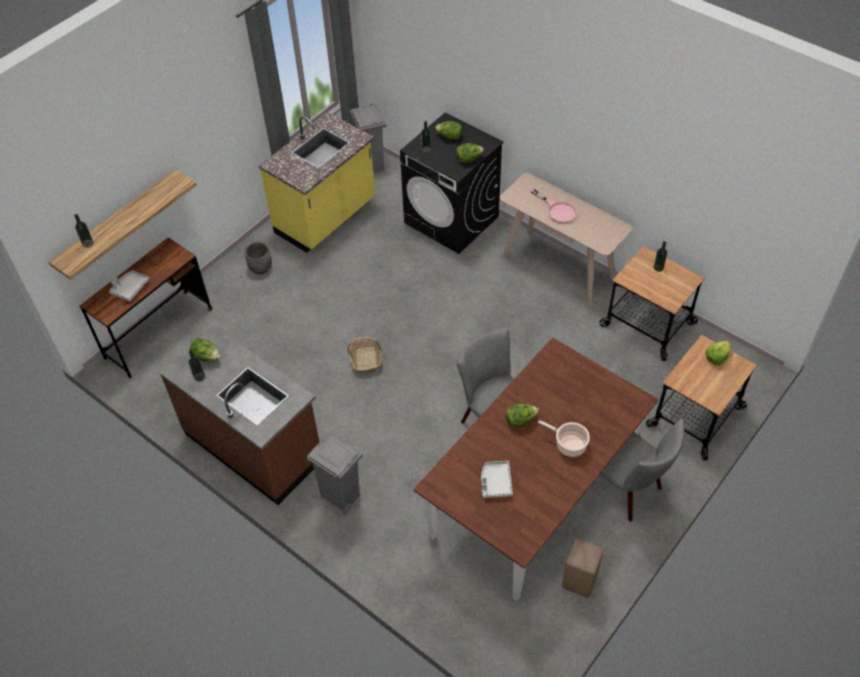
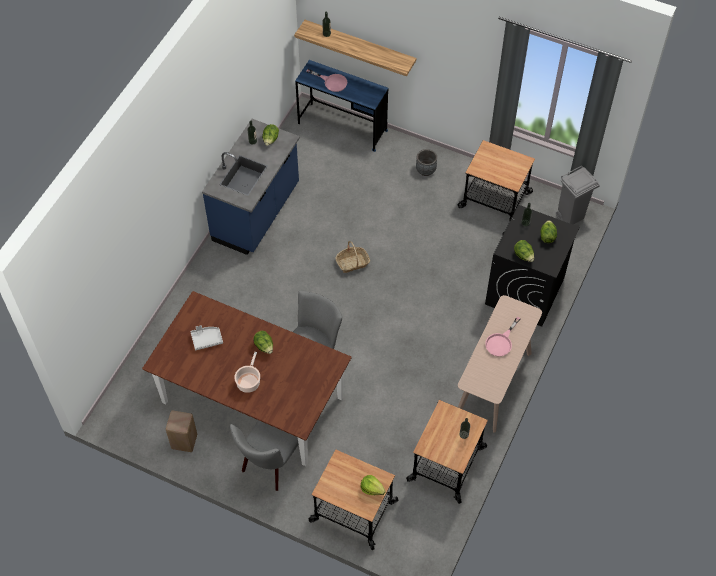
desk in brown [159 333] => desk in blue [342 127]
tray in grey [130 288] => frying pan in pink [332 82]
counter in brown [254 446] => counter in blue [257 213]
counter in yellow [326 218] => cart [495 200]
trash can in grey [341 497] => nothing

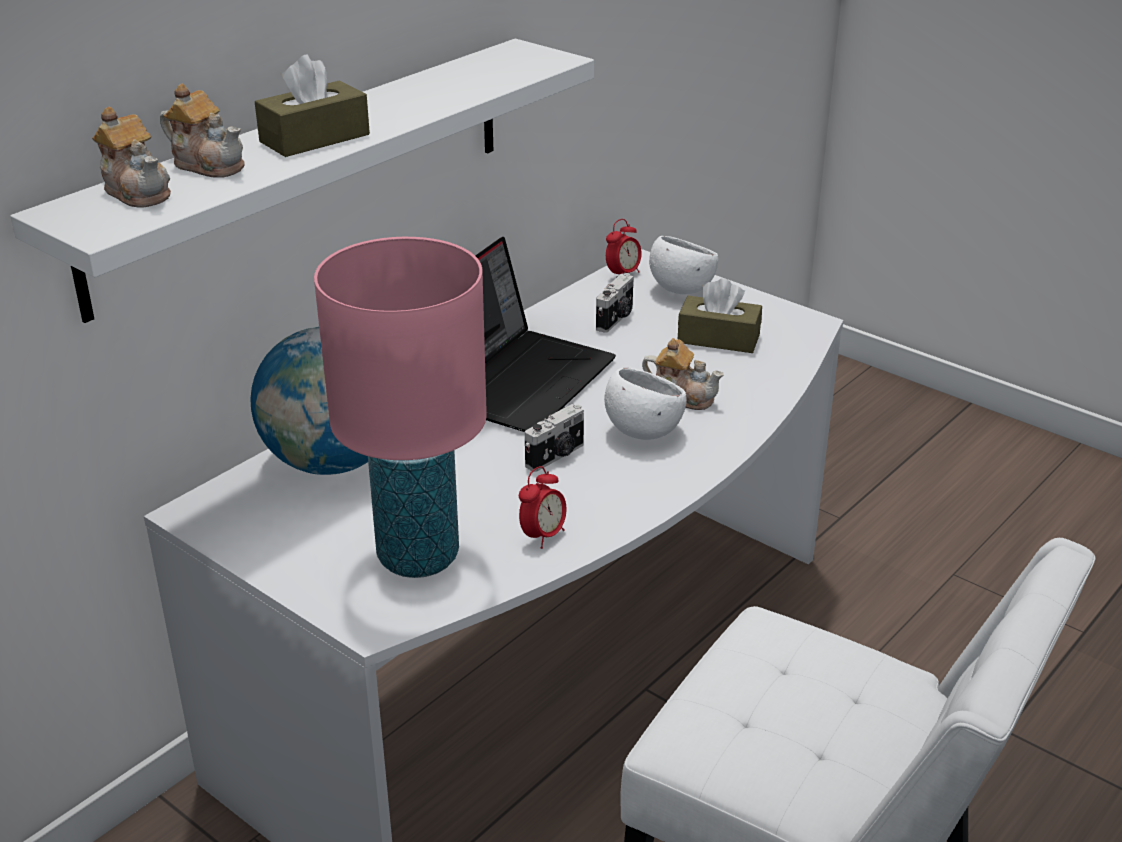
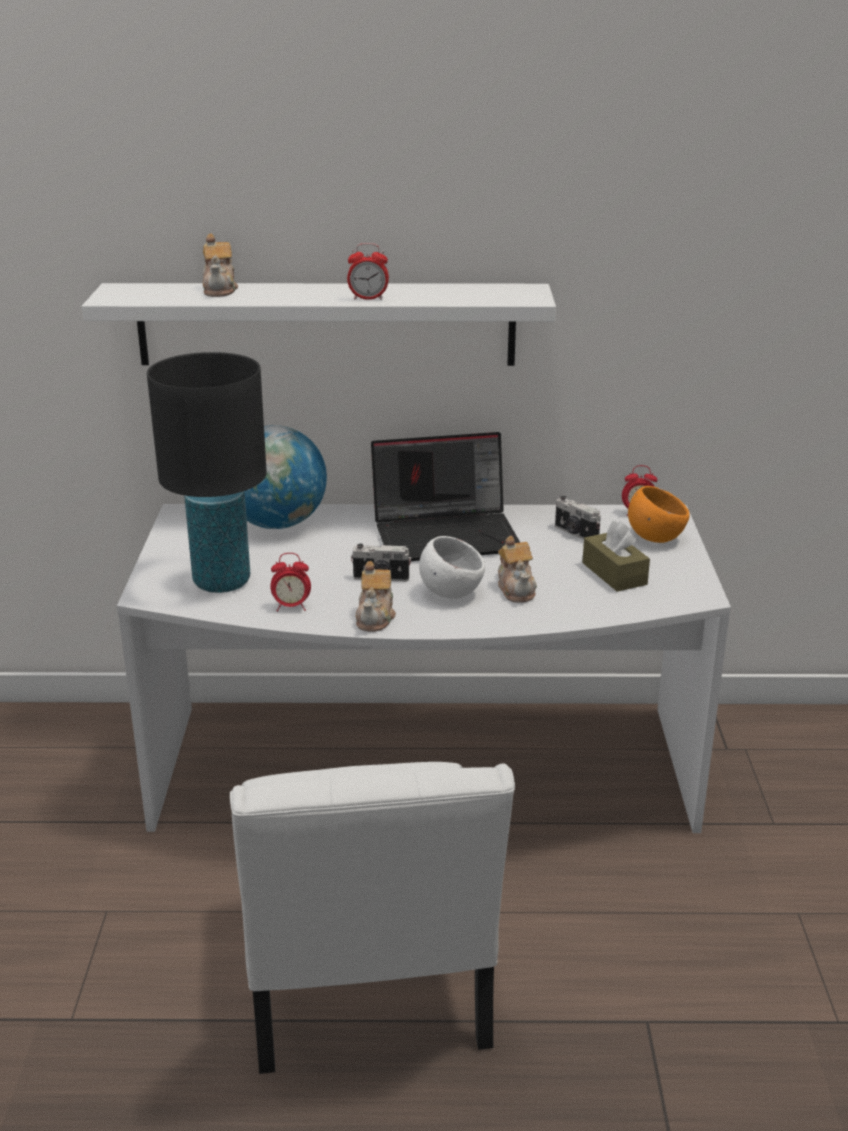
teapot [138 192] => teapot [375 617], moved
tissue box in brown [315 138] => nothing
table lamp in pink [417 557] => table lamp in black [221 582]
photo camera [616 319] => photo camera [575 533], 60 degrees clockwise
bowl in white [681 290] => bowl in orange [655 538]
nothing => alarm clock [368 298]

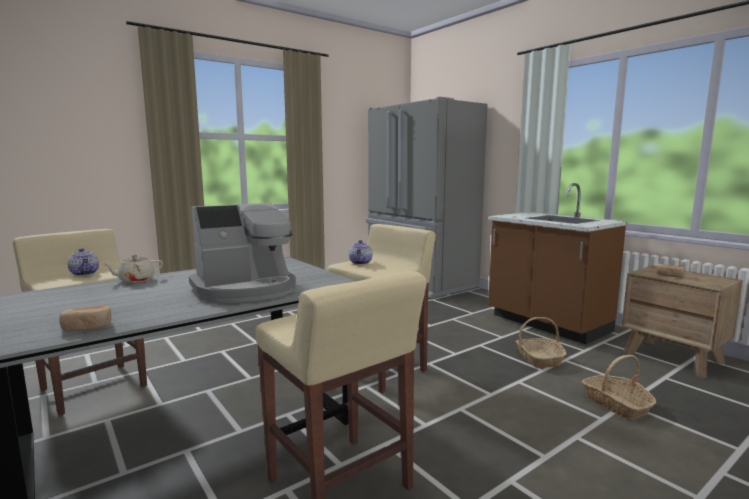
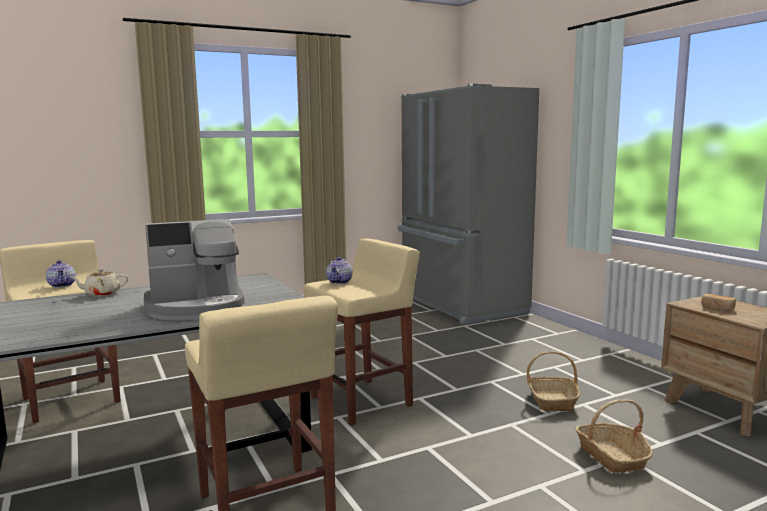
bread [87 327] => nothing
counter in brown [547 324] => nothing

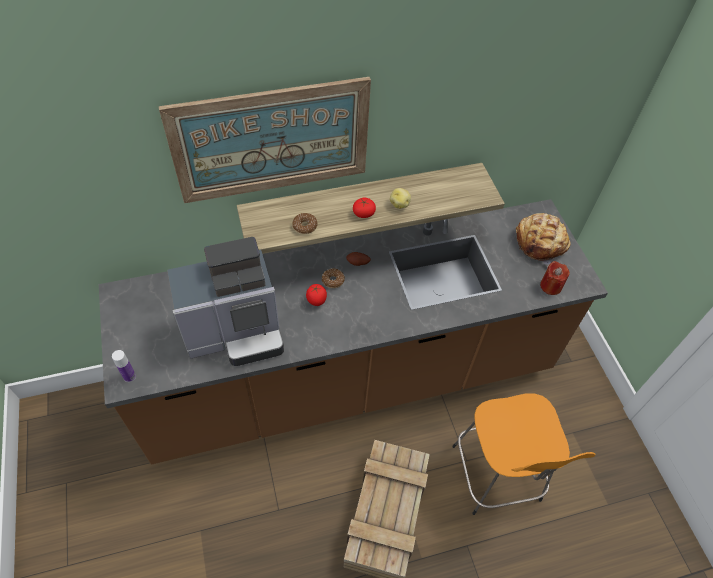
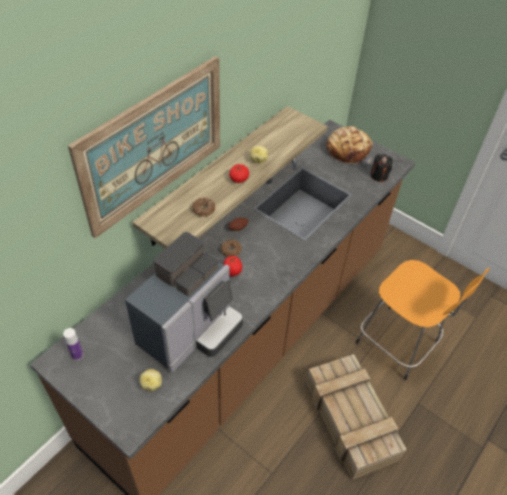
bottle [129 376] => bottle [77 355], moved
candle in red [550 286] => candle in black [379 176]
nothing => potato [151 384]

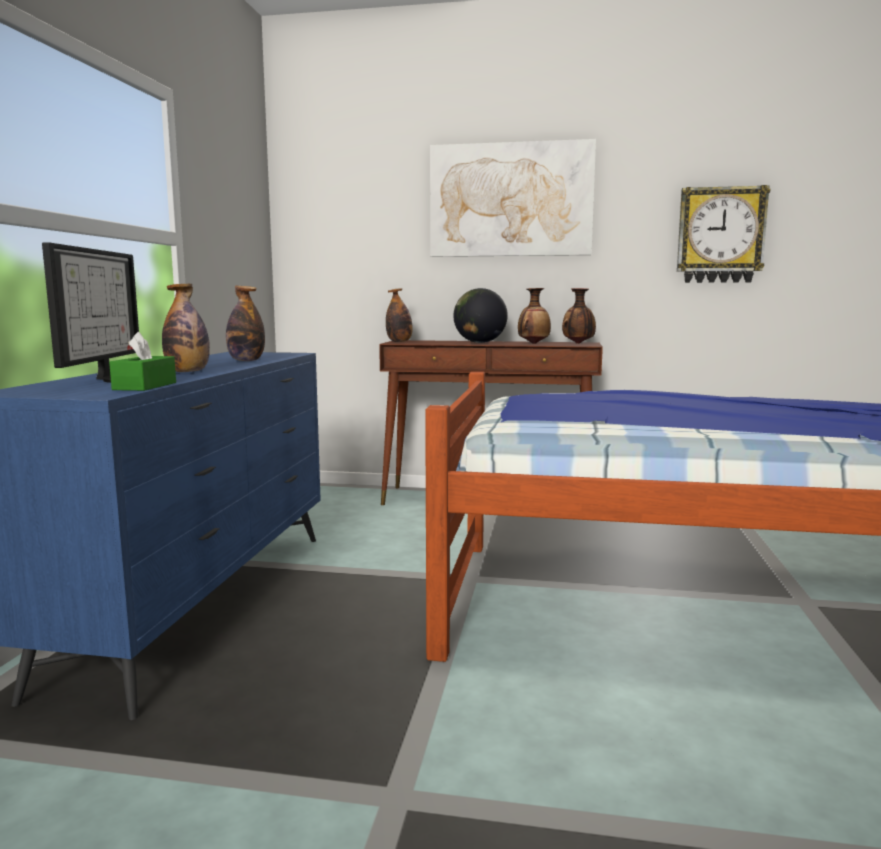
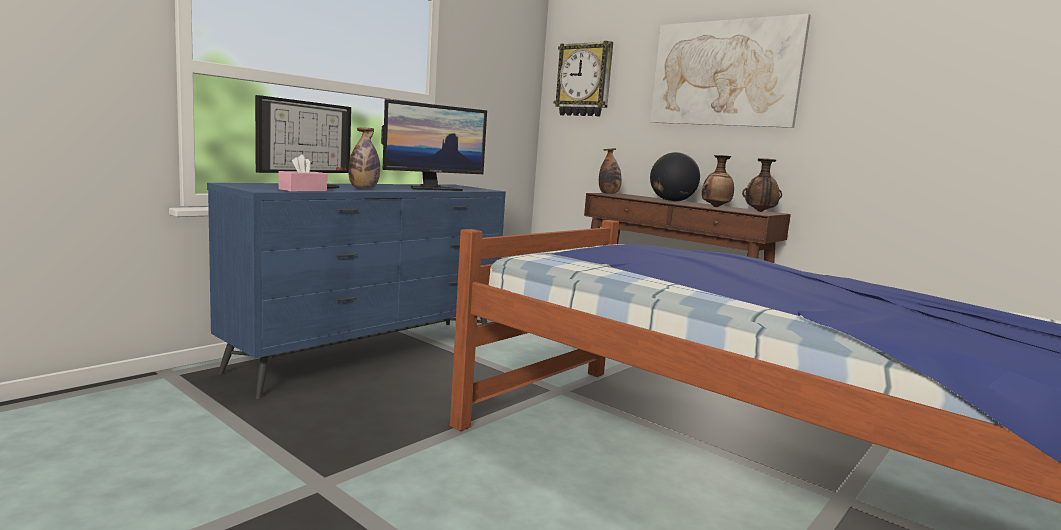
tissue box in green [145 386] => tissue box in pink [303 190]
bottle [246 360] => monitor [432 188]
wall clock [720 235] => wall clock [584 80], moved

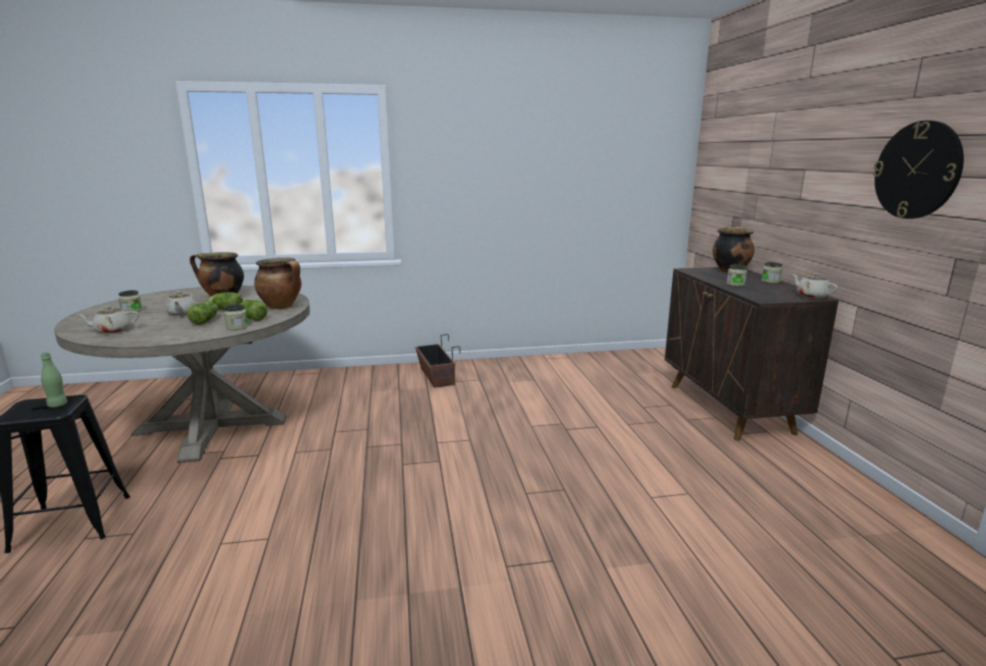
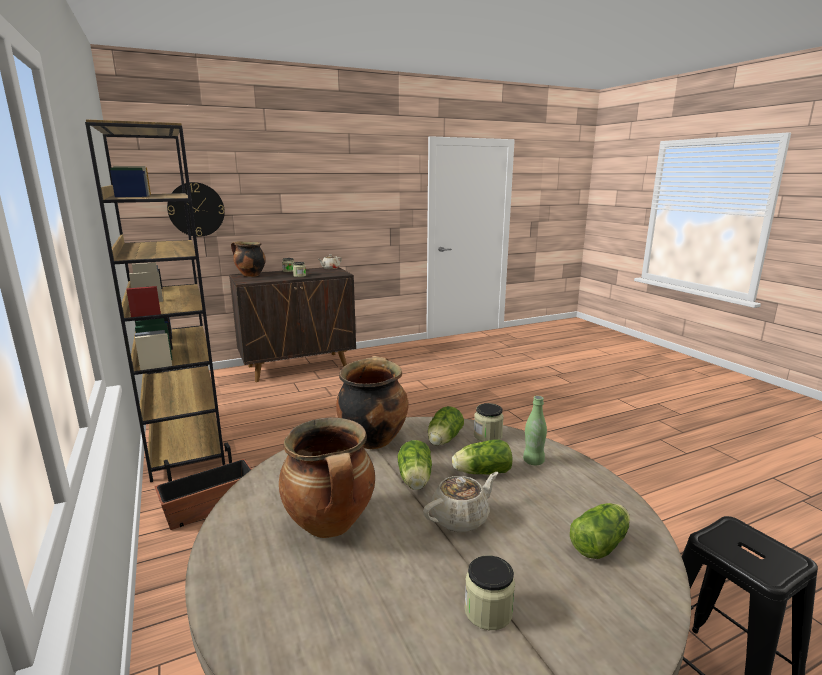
bottle in green [58 405] => bottle in green [533 461], moved
teapot in beige [112 331] => lettuce [601 543]
wall clock [917 170] => wall clock [196 209], moved
nothing => bookcase in brown [185 442]

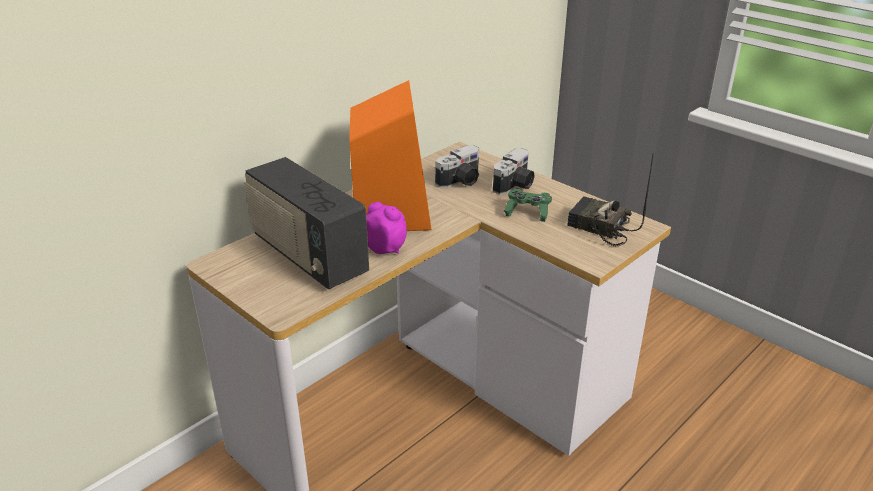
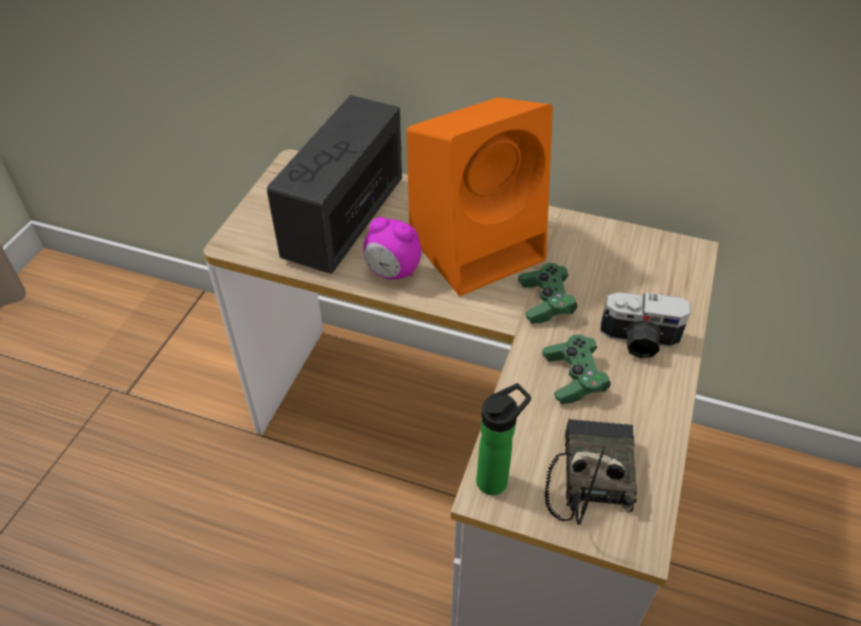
alarm clock [385 249] => alarm clock [392 272], 105 degrees clockwise
photo camera [461 181] => nothing
nothing => bottle [496 479]
nothing => game controller in green [545 302]

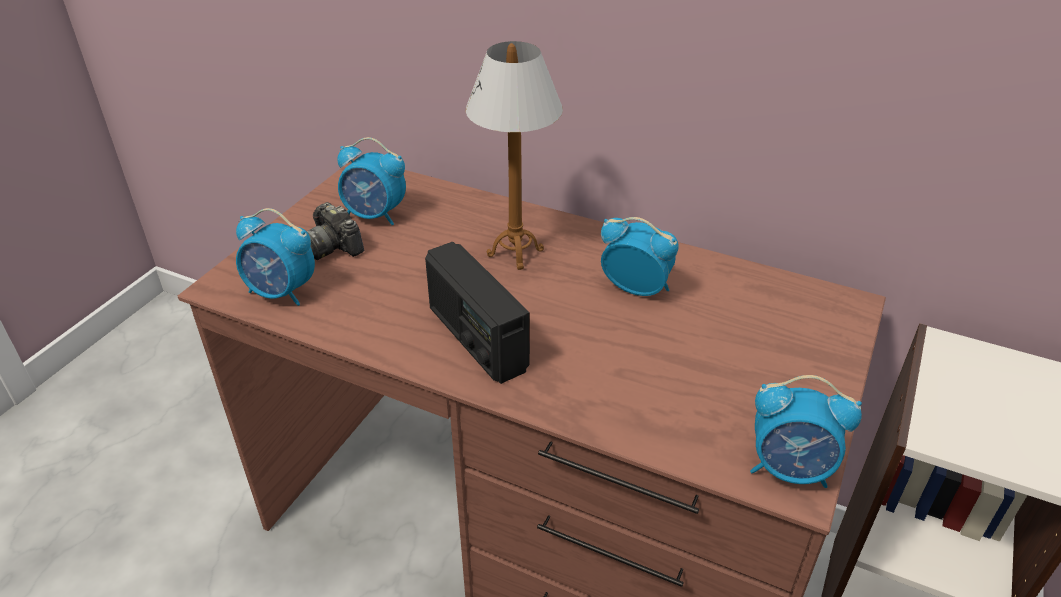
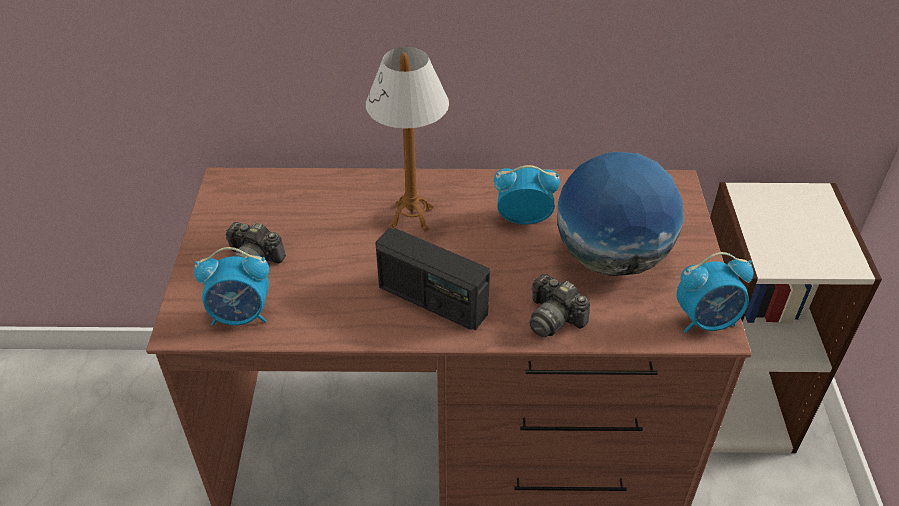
alarm clock [375 215] => nothing
nothing => photo camera [553 318]
nothing => globe [611 258]

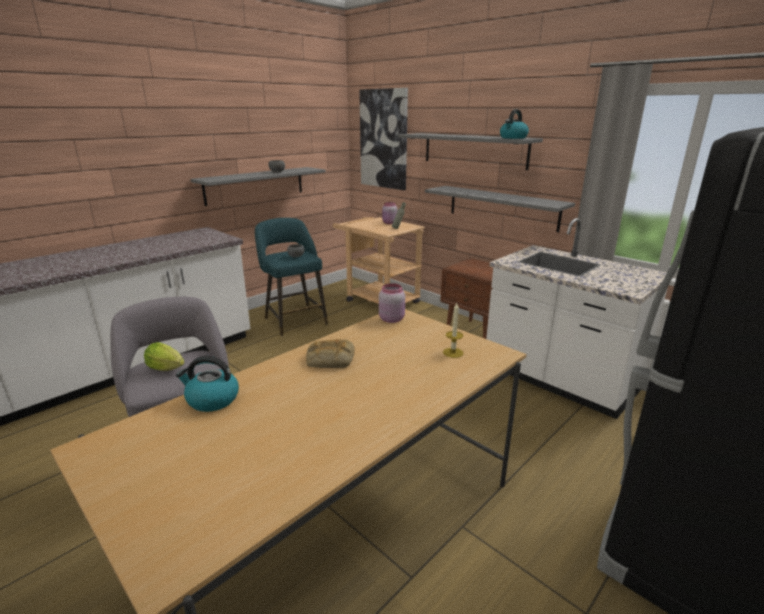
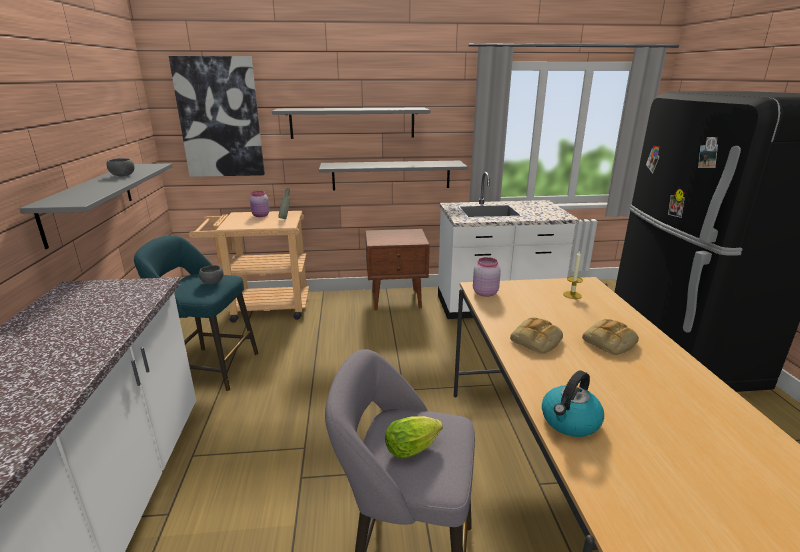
kettle [513 138] => nothing
nothing => bread [610 342]

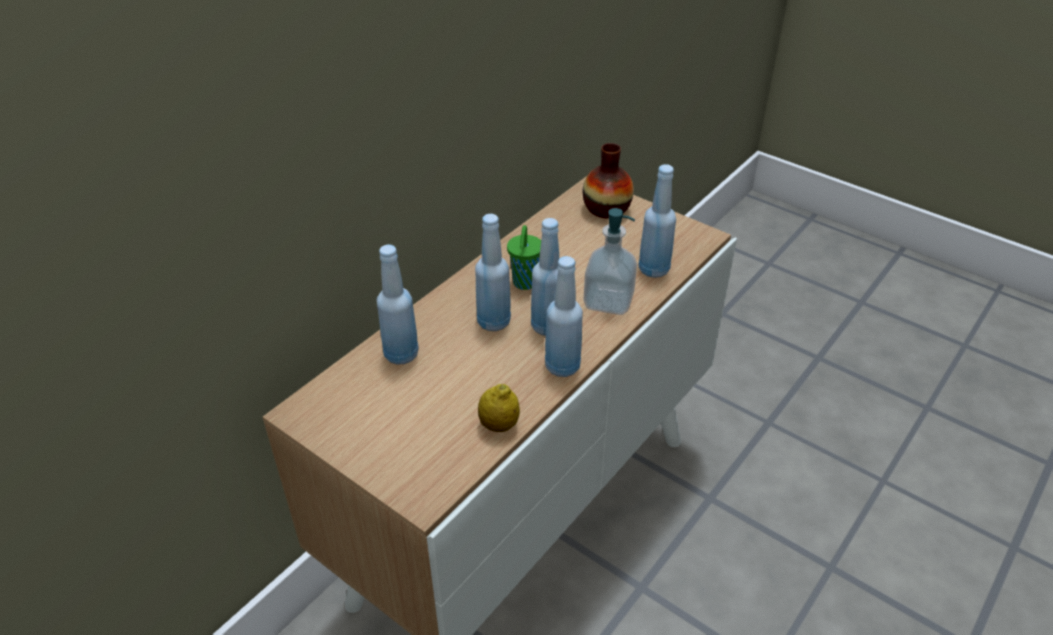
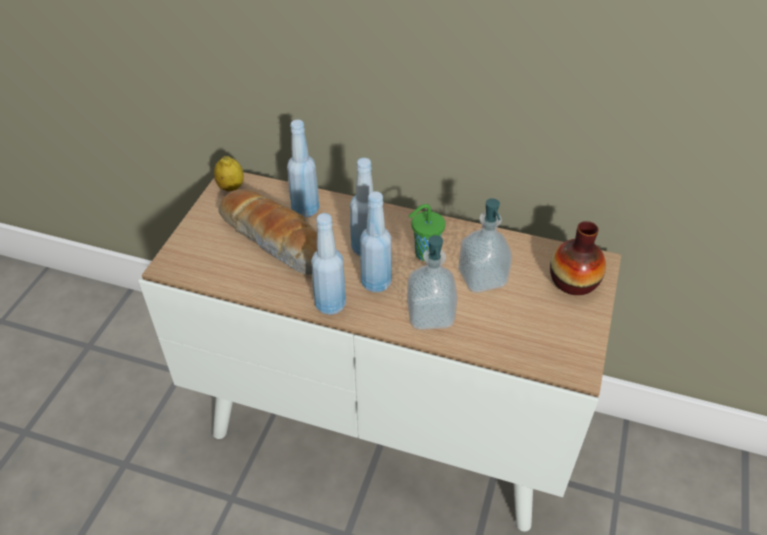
lemon [499 425] => lemon [231 187], moved
bottle in blue [654 269] => nothing
nothing => bread [277 241]
nothing => soap dispenser [482 278]

